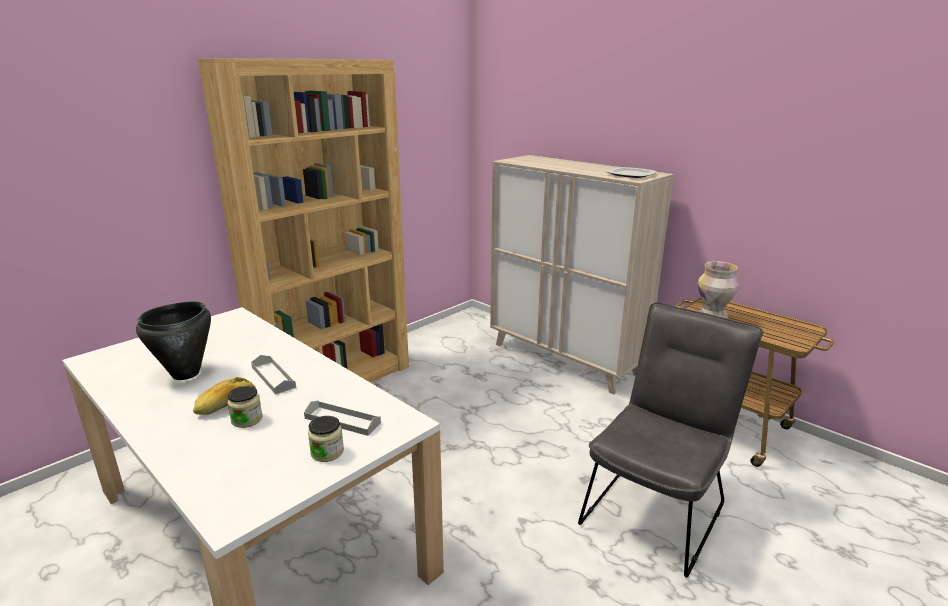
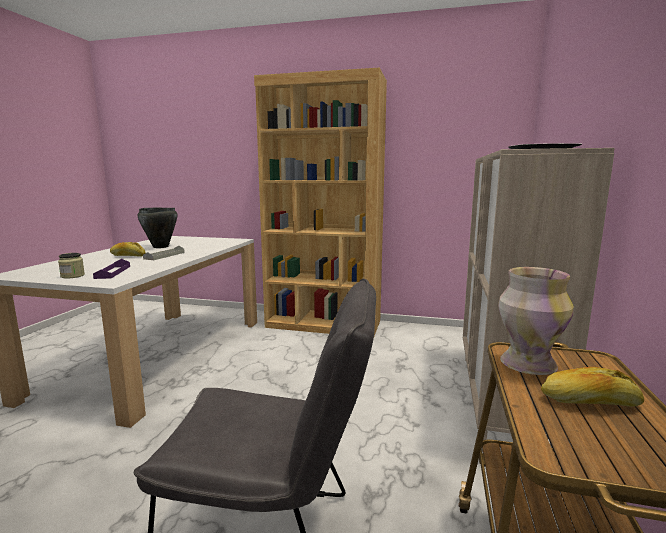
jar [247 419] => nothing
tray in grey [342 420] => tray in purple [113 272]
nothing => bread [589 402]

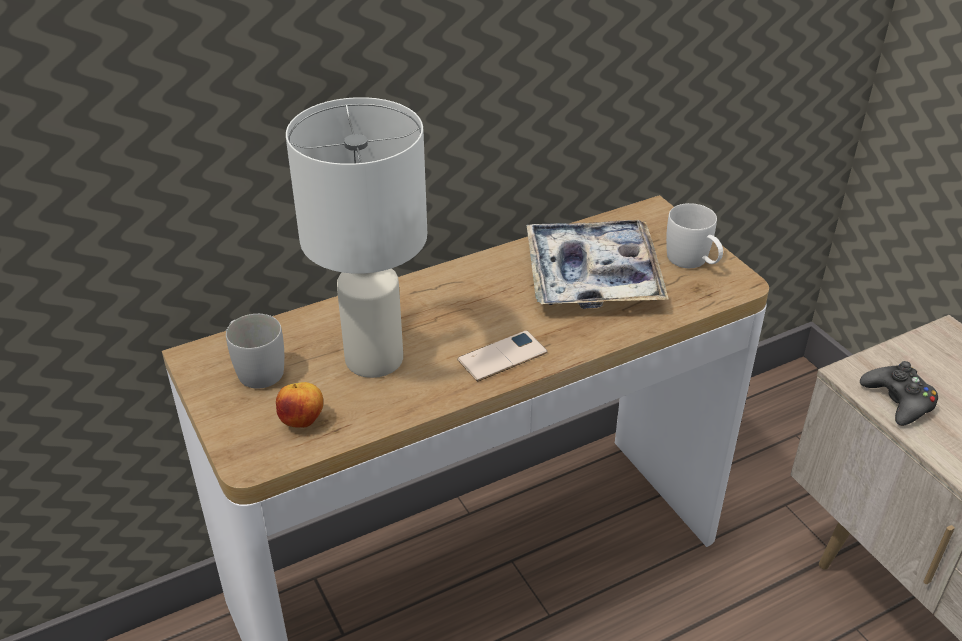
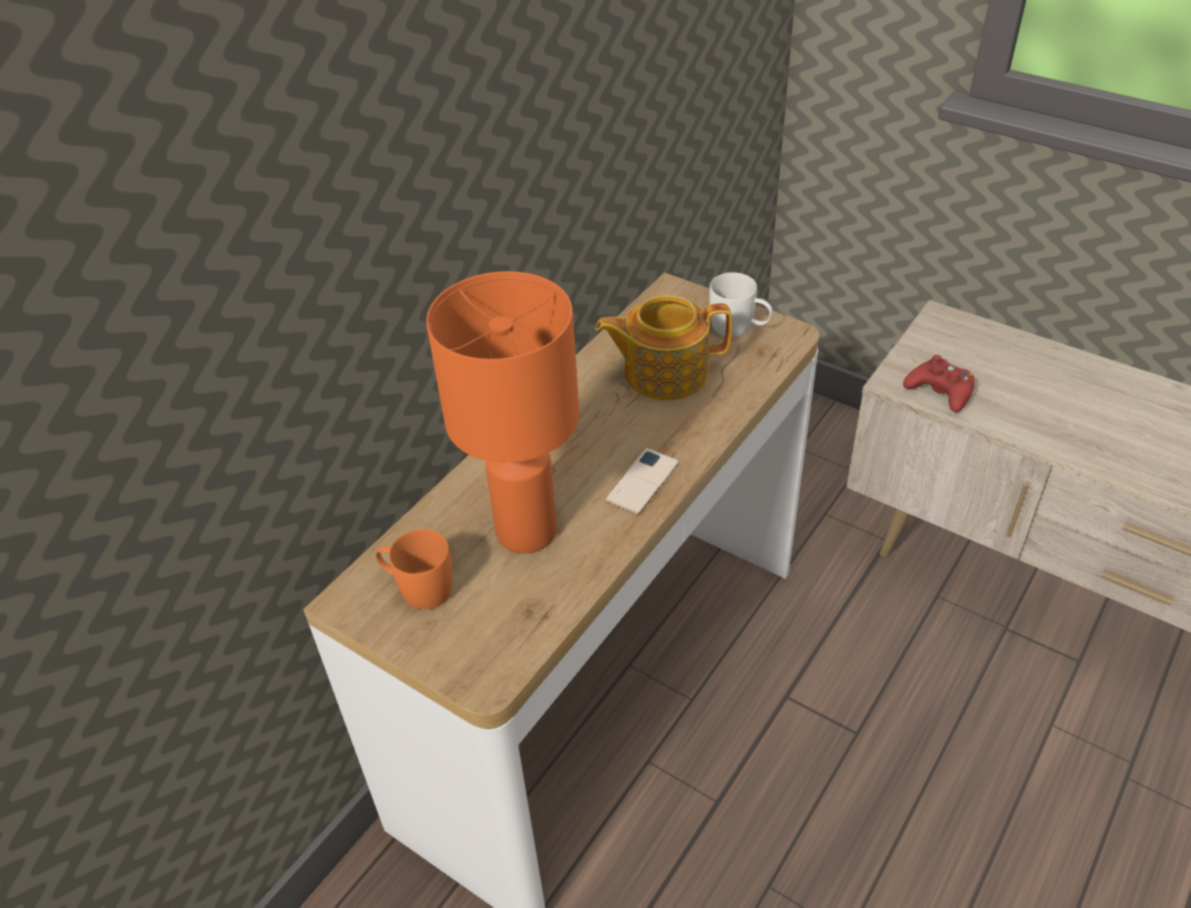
mug in white [255 368] => mug in orange [417 588]
apple [302 421] => nothing
table lamp in white [376 359] => table lamp in orange [528 531]
tray [592 276] => teapot [664 372]
game controller in black [898 401] => game controller in red [940 391]

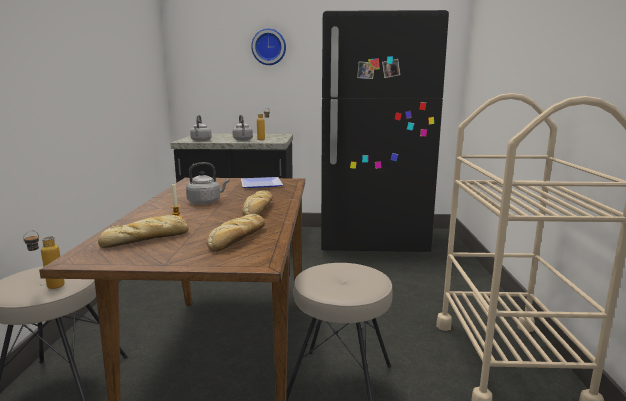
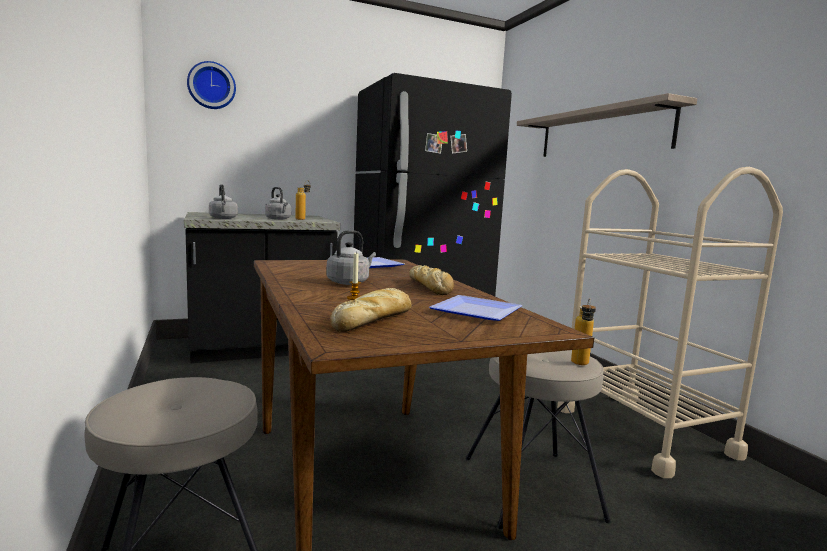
bottle [49 288] => bottle [580 365], moved
bread [237 239] => plate [478 312]
wall clock [269 47] => wall clock [211 86], moved
nothing => shelf [601 133]

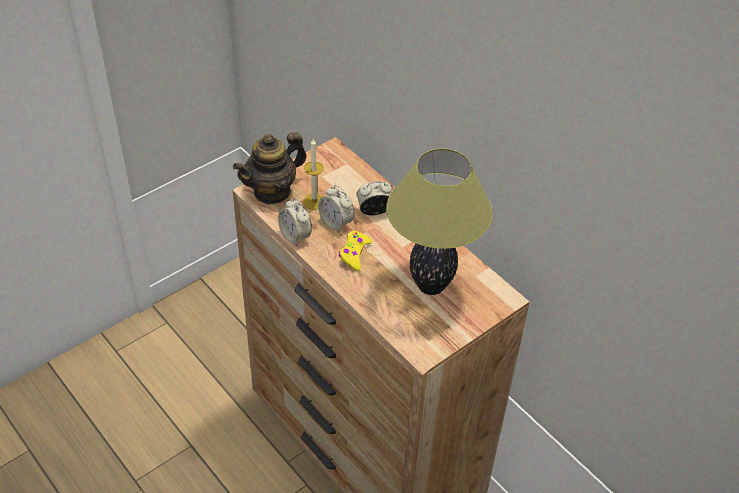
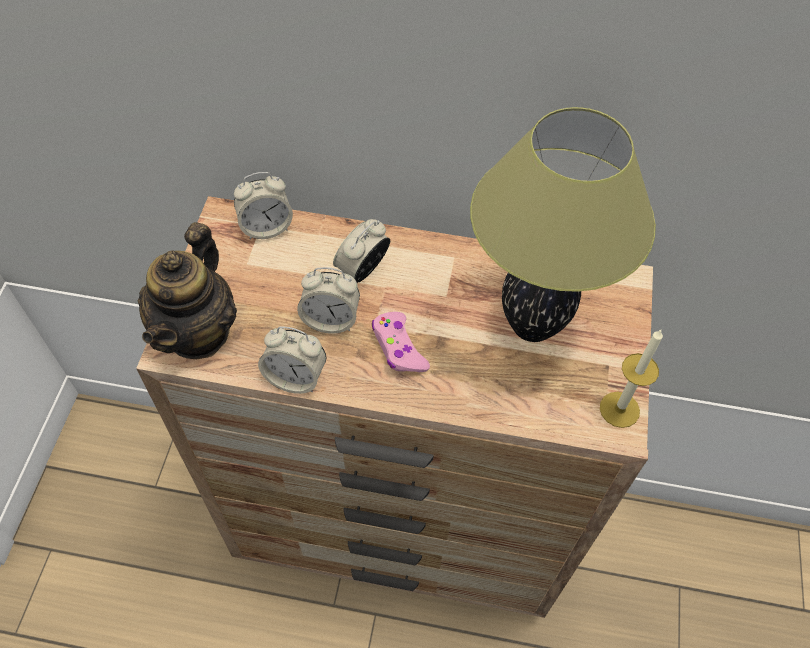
candle [314 201] => candle [619 409], moved
game controller in yellow [354 254] => game controller in pink [398 348]
nothing => alarm clock [266 227]

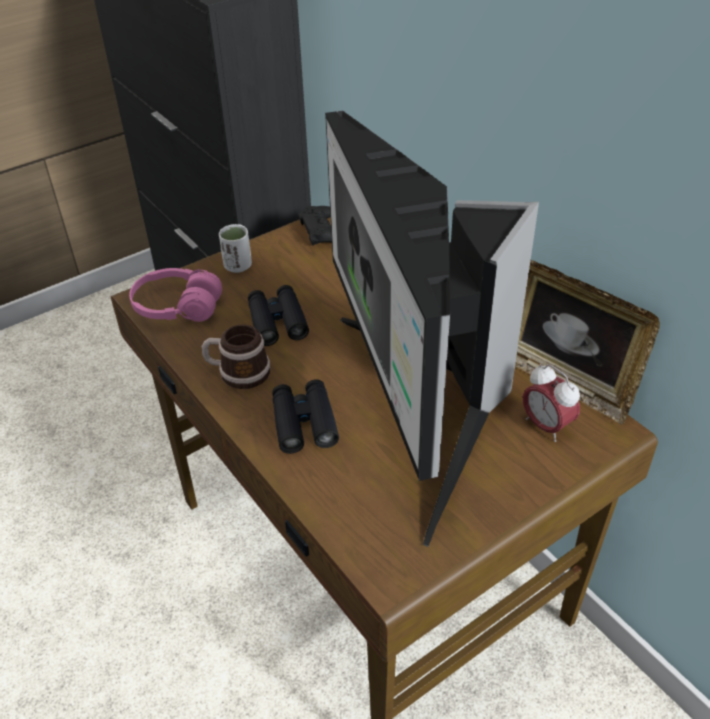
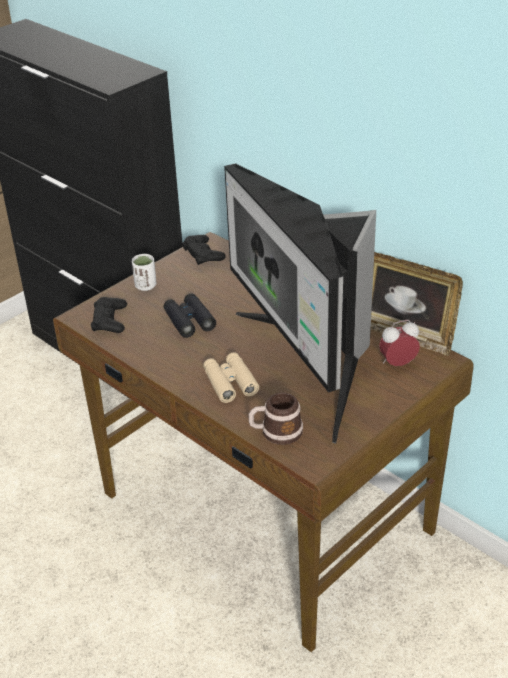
headphones in pink [177 307] => game controller in black [109 320]
mug [238 372] => mug [276 432], moved
binoculars in black [304 422] => binoculars in beige [230 383]
alarm clock [546 426] => alarm clock [398 364], 120 degrees clockwise

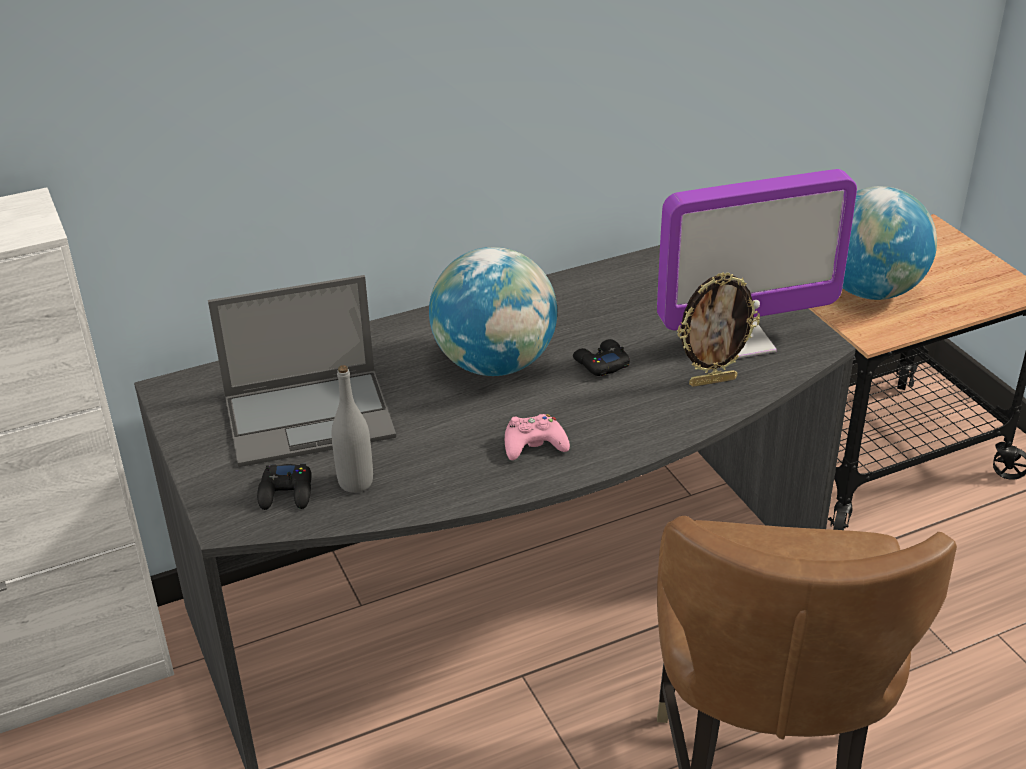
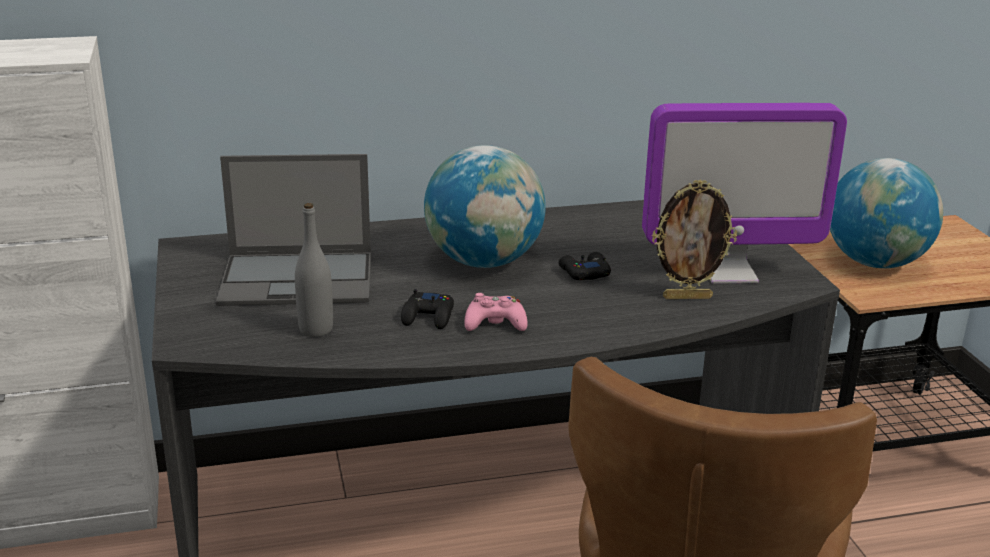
game controller in black [287 493] => game controller in black [428 317], moved

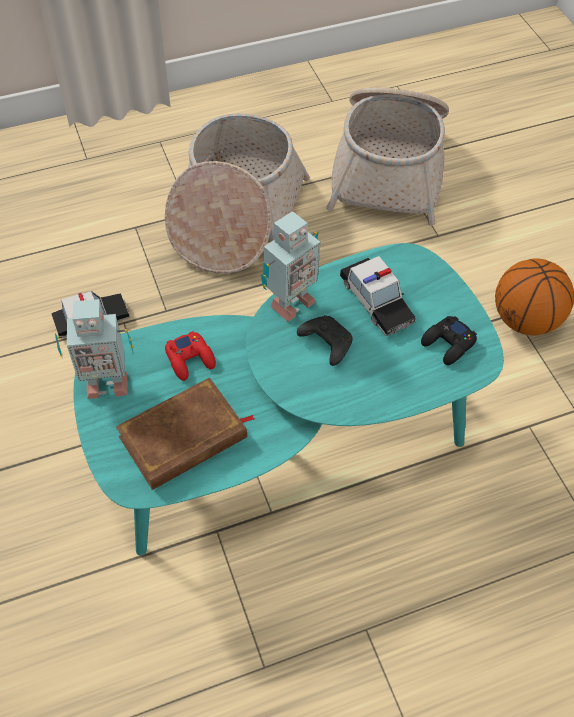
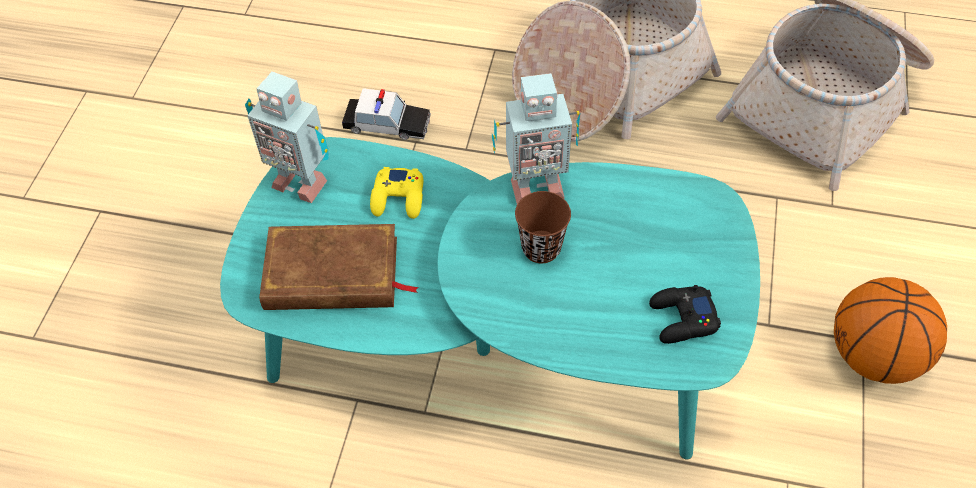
game controller in red [190 359] => game controller in yellow [399 198]
game controller in black [325 343] => cup in brown [541 248]
toy car [376 302] => nothing

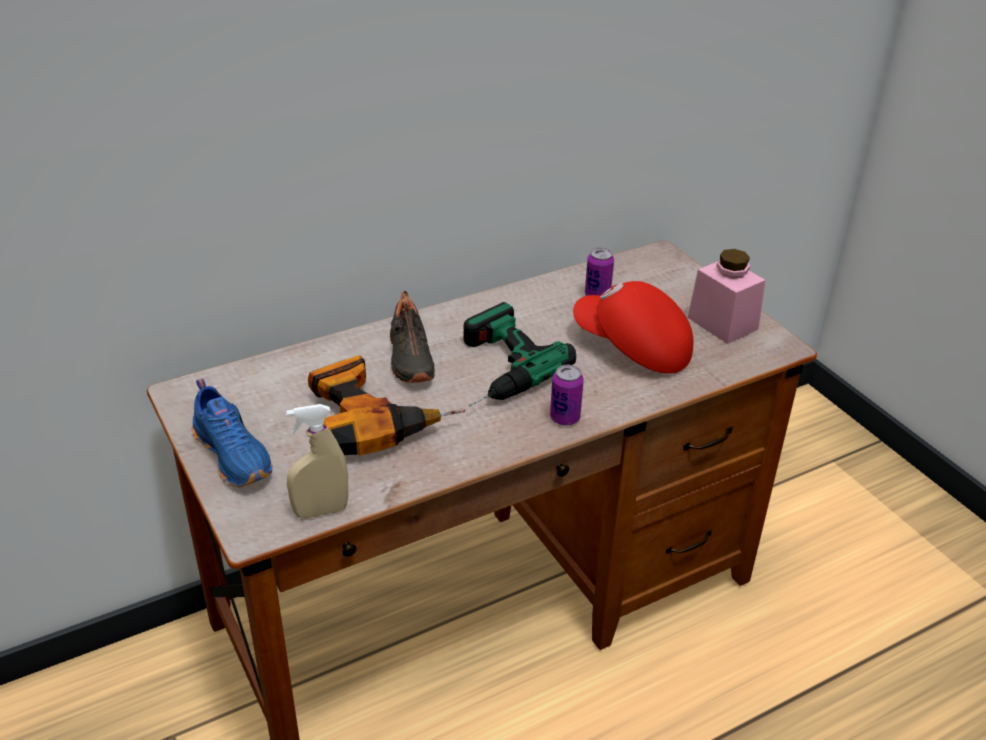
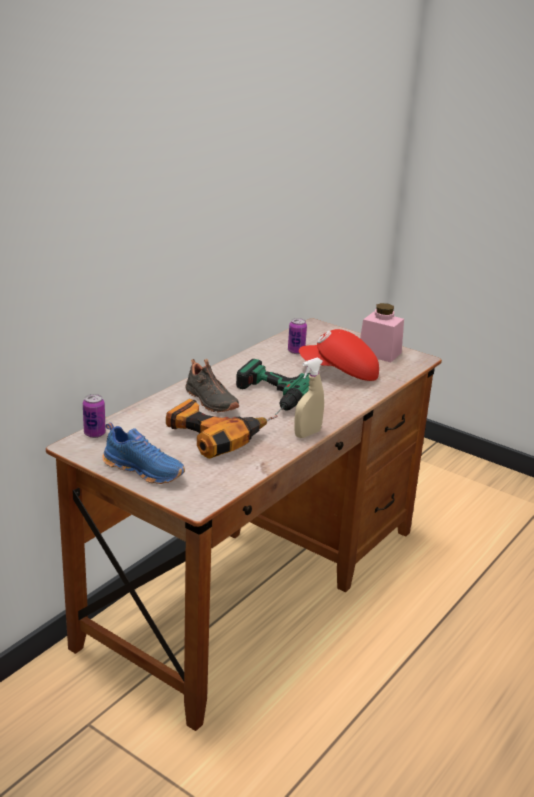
spray bottle in beige [321 511] => spray bottle in beige [307 434], moved
can [564 418] => can [94 434], moved

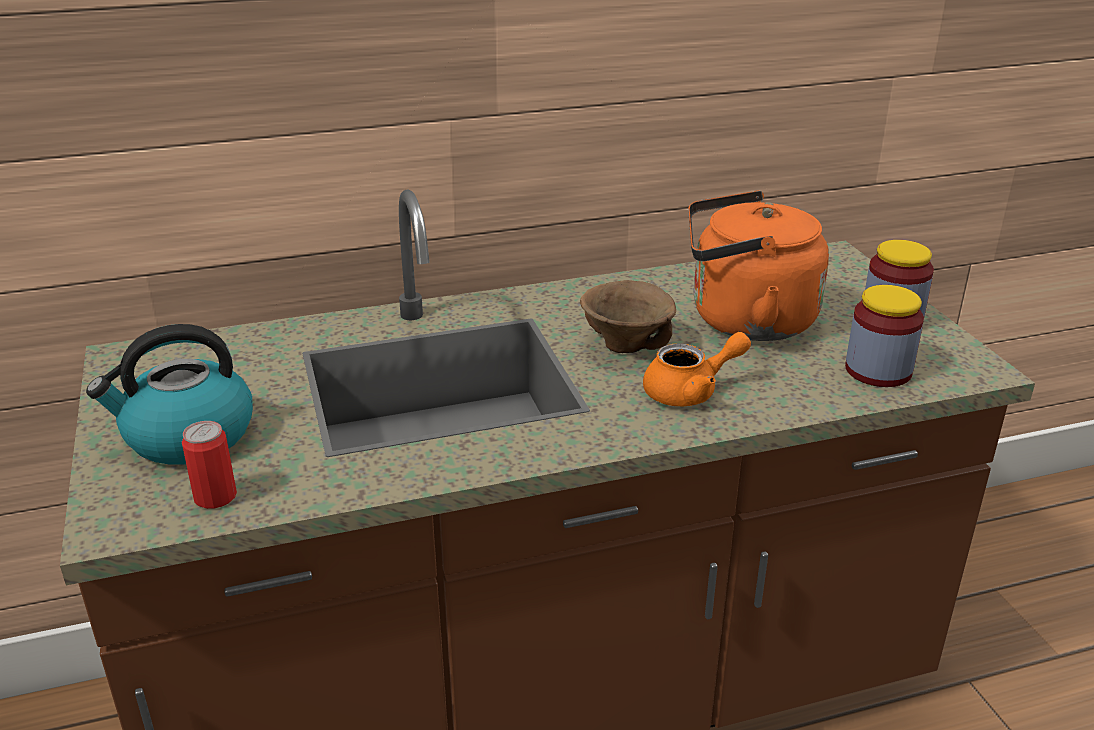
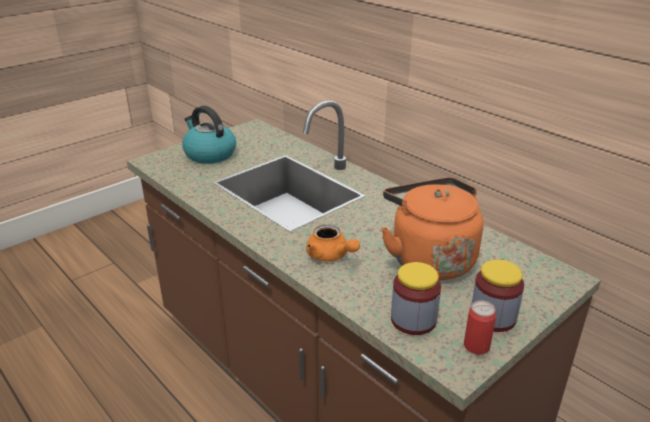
can [215 497] => can [476 346], moved
bowl in brown [623 347] => nothing

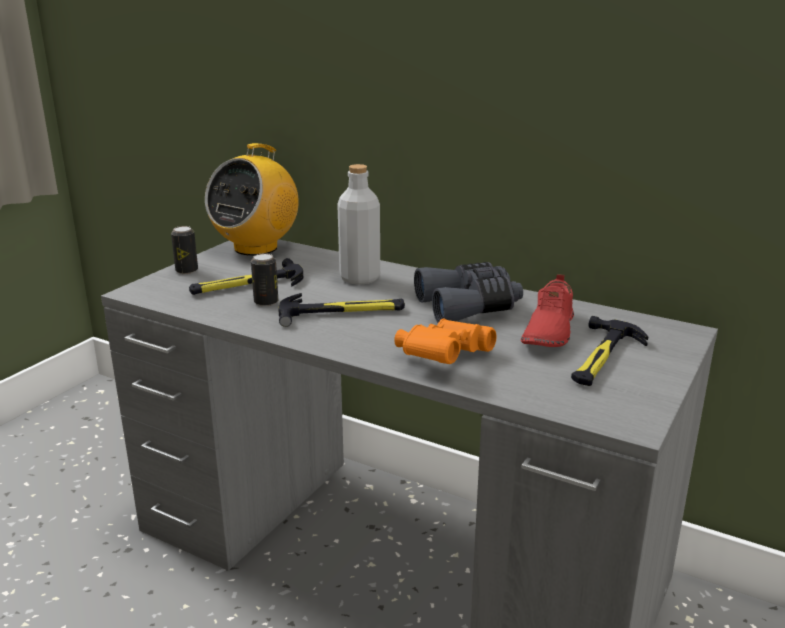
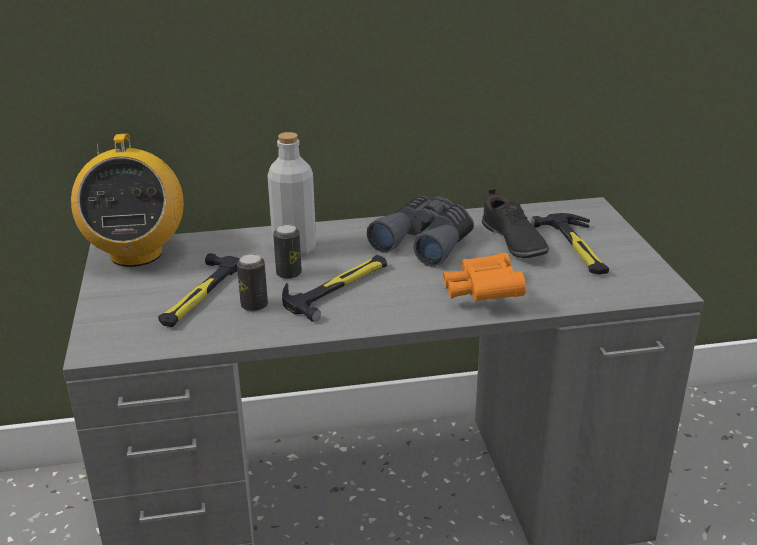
can [186 271] => can [289 274], moved
shoe in red [547 332] => shoe in black [513 241]

